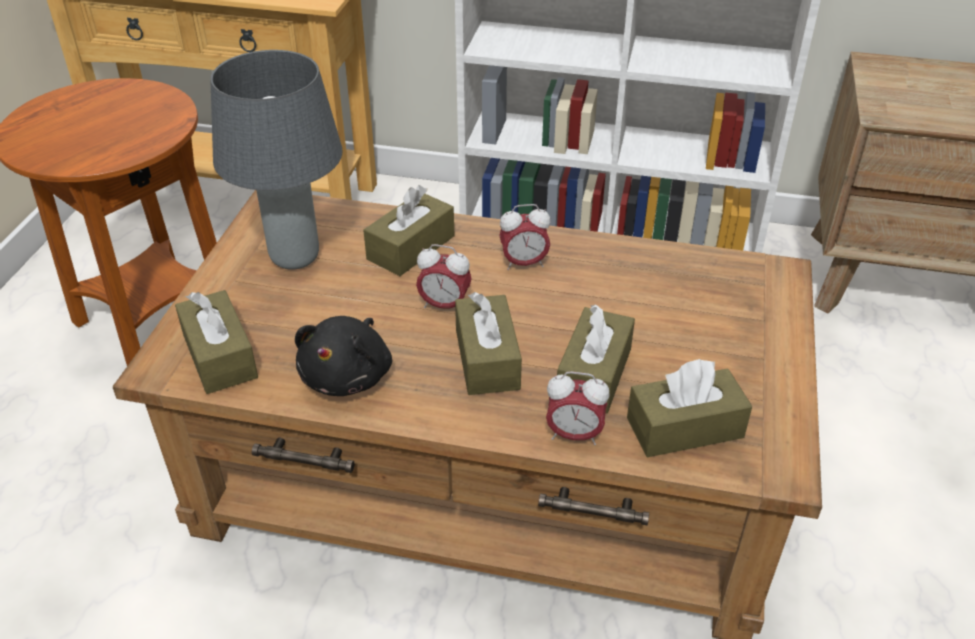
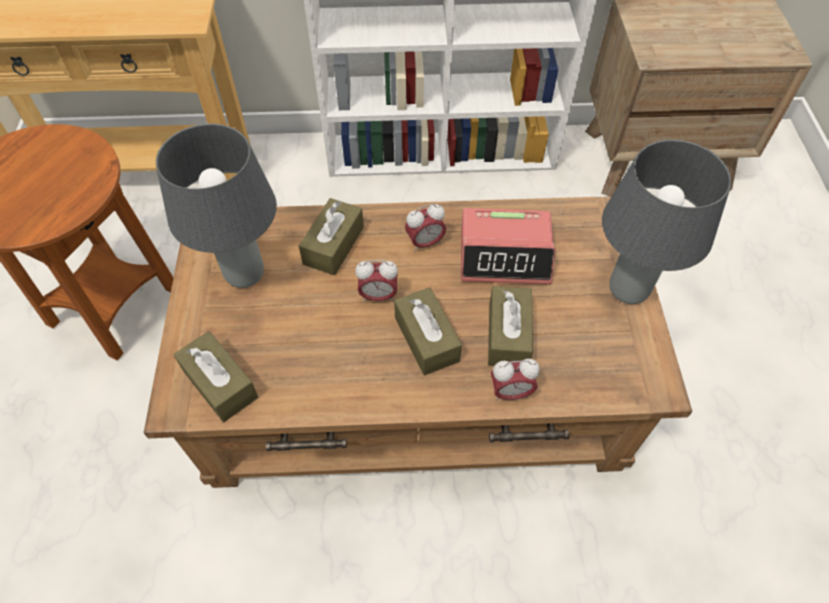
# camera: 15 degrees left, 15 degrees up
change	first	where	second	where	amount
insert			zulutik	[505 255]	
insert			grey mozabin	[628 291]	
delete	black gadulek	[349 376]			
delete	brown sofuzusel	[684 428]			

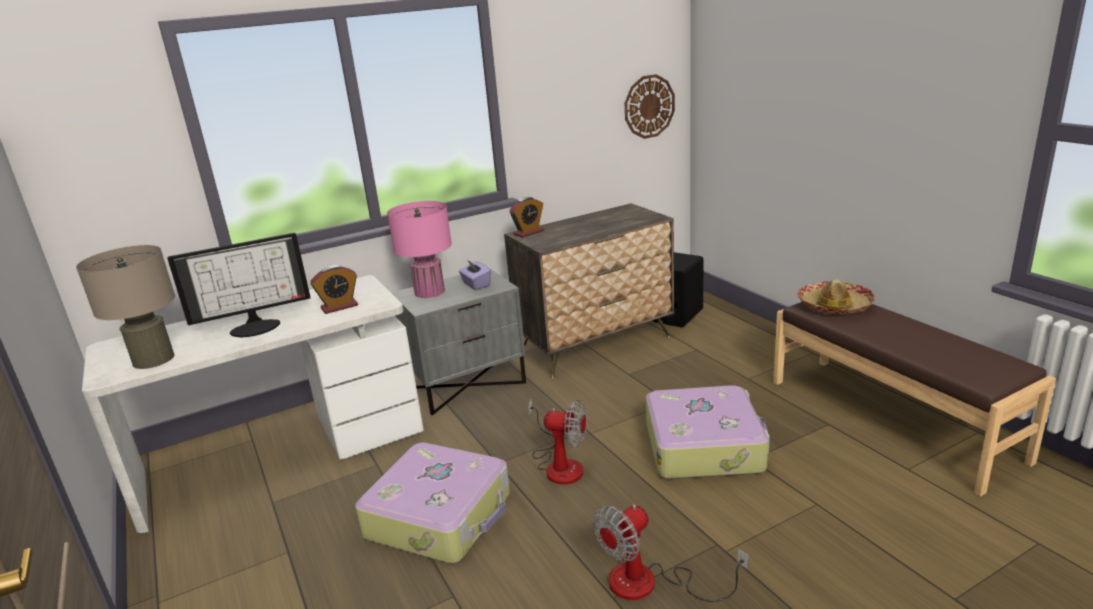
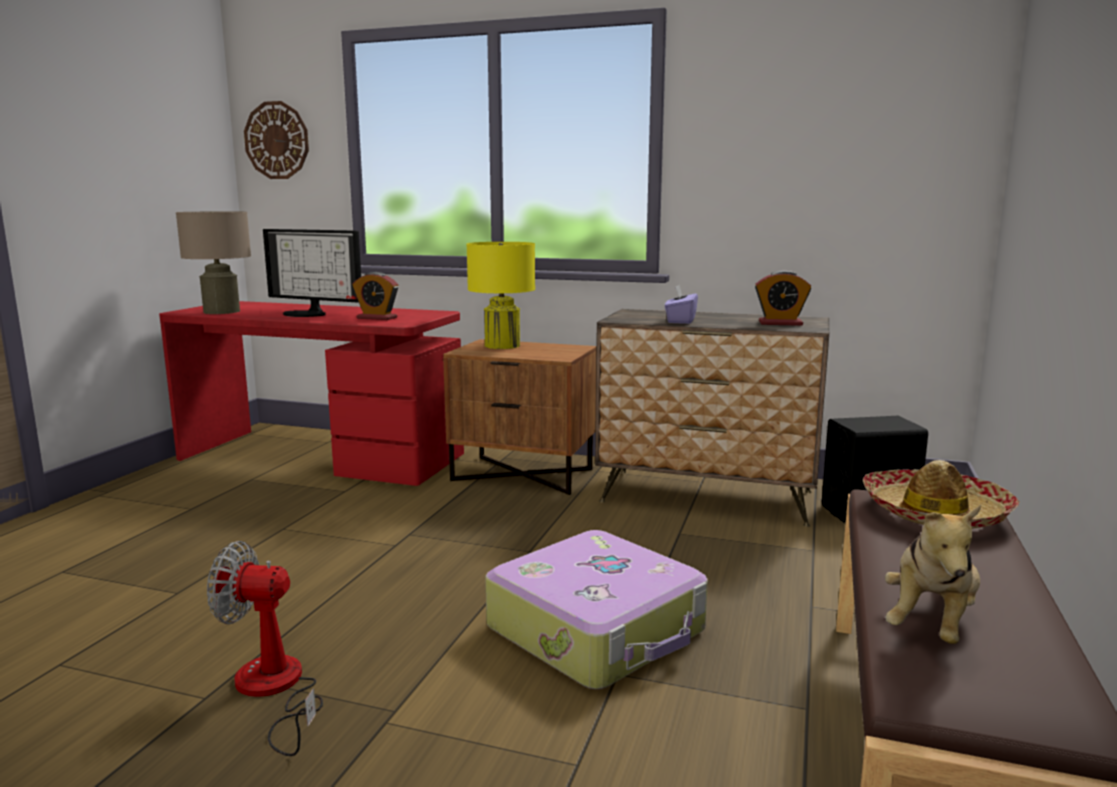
# camera: 45 degrees right, 10 degrees down
change	first	where	second	where	amount
recolor	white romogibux	[283 453]	red romogibux	[321 457]	
move	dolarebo	[649 106]		[277 140]	
recolor	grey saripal	[467 384]	brown saripal	[523 474]	
recolor	pink mozabin	[429 292]	yellow mozabin	[502 345]	
move	purple sofuzusel	[476 284]		[680 321]	
move	zulutik	[528 232]		[780 323]	
insert			gadulek	[931 624]	
delete	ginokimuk	[440 515]			
delete	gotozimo	[559 464]			

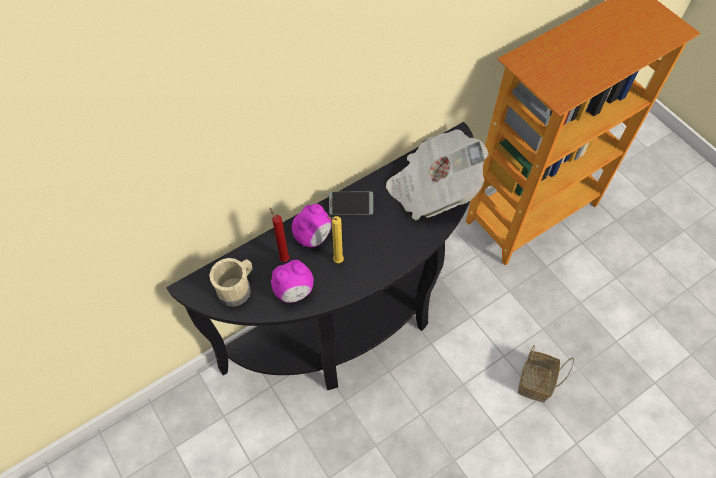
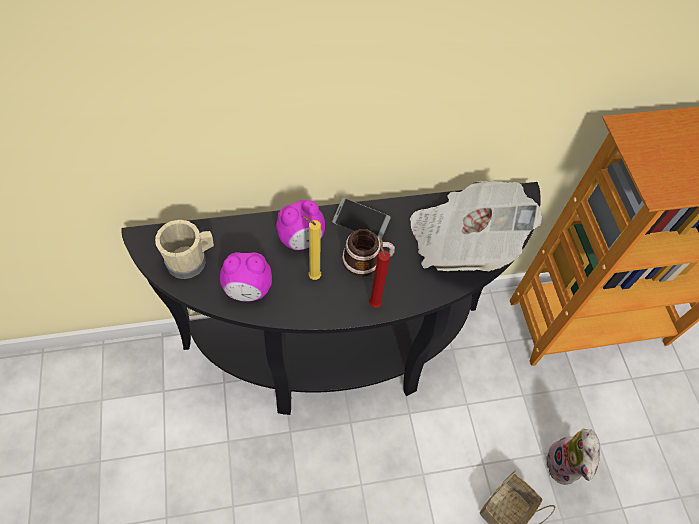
# camera: 20 degrees right, 0 degrees up
change	first	where	second	where	amount
insert			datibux	[367 261]	
move	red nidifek	[283 258]		[374 302]	
insert			gadulek	[564 465]	

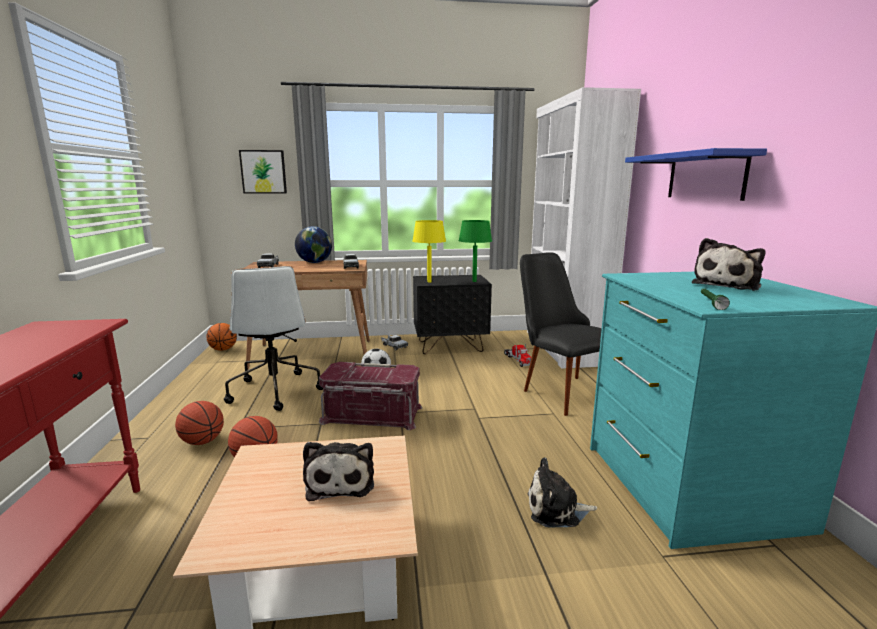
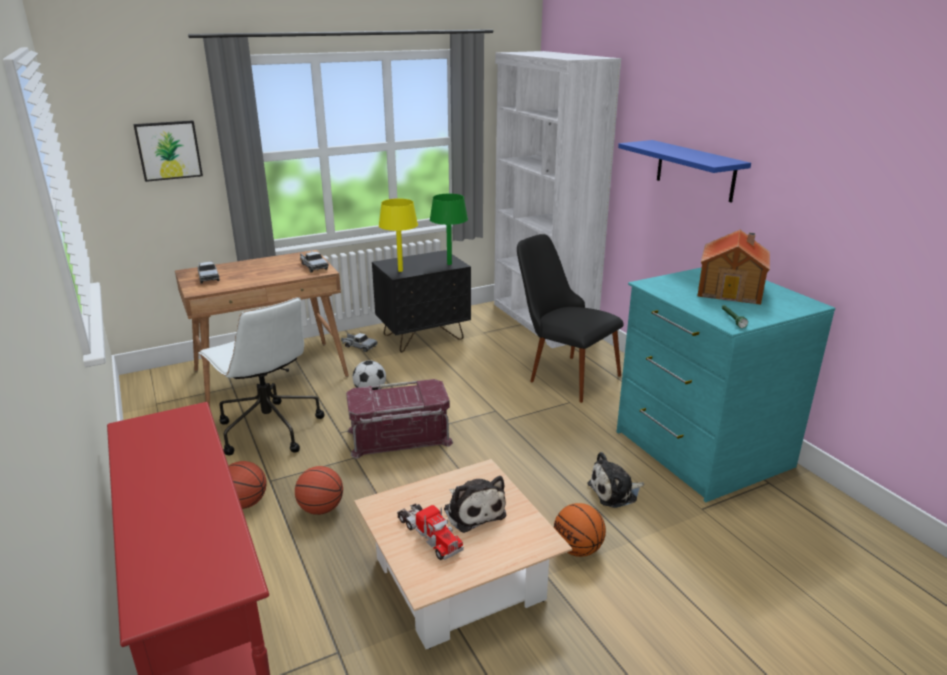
# camera: 20 degrees left, 10 degrees up
change	first	where	second	where	amount
move	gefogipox	[518 360]		[429 535]	
move	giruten	[223 349]		[578 549]	
replace	gadulek	[728 285]	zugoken	[731 289]	
delete	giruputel	[314 262]			

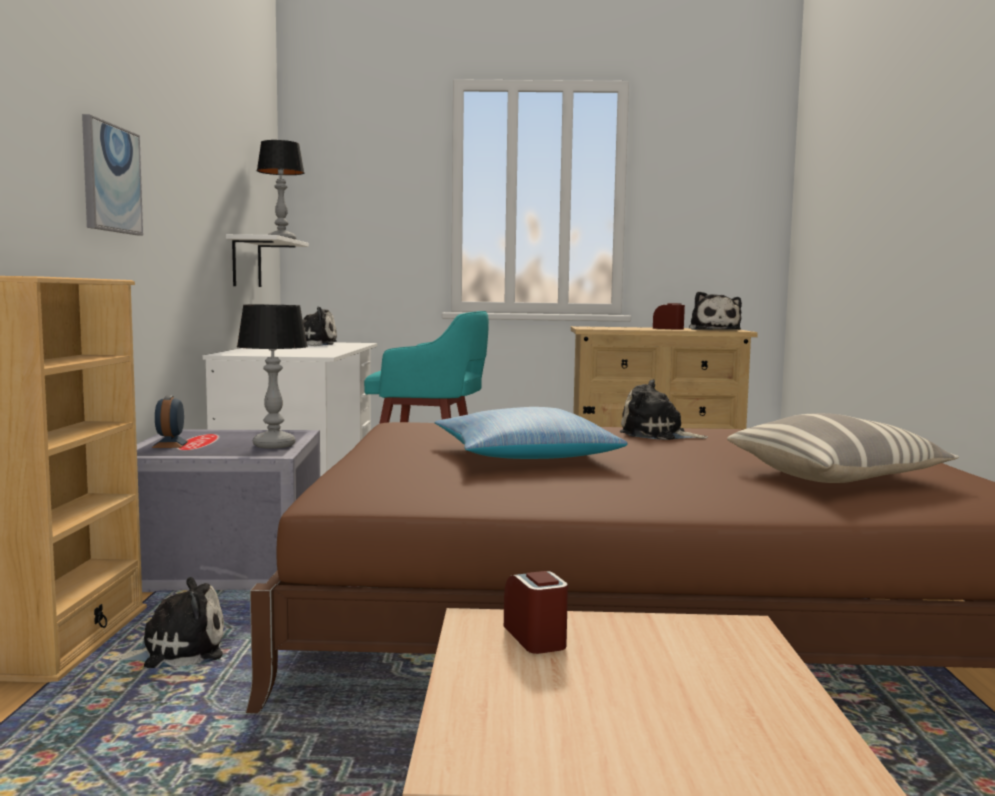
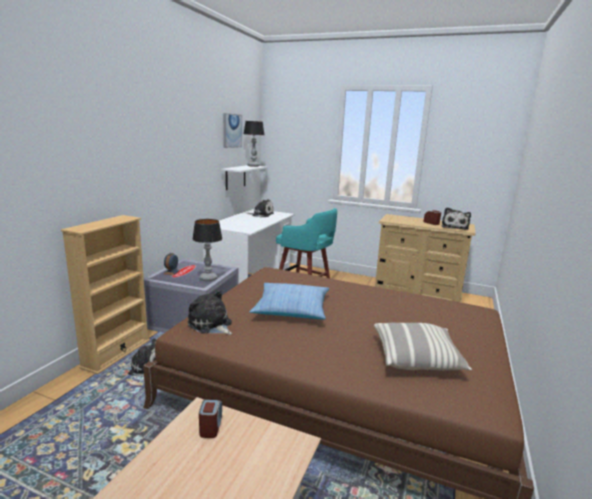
# camera: 20 degrees right, 10 degrees up
change	first	where	second	where	amount
move	gadulek	[657 435]		[211 325]	
move	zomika	[110 178]		[232 130]	

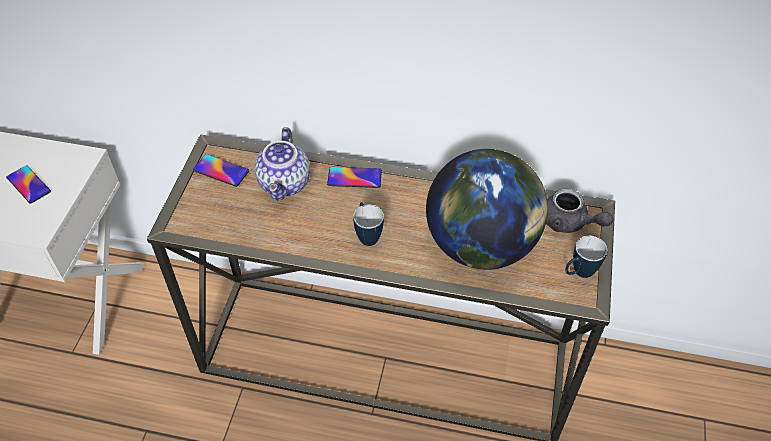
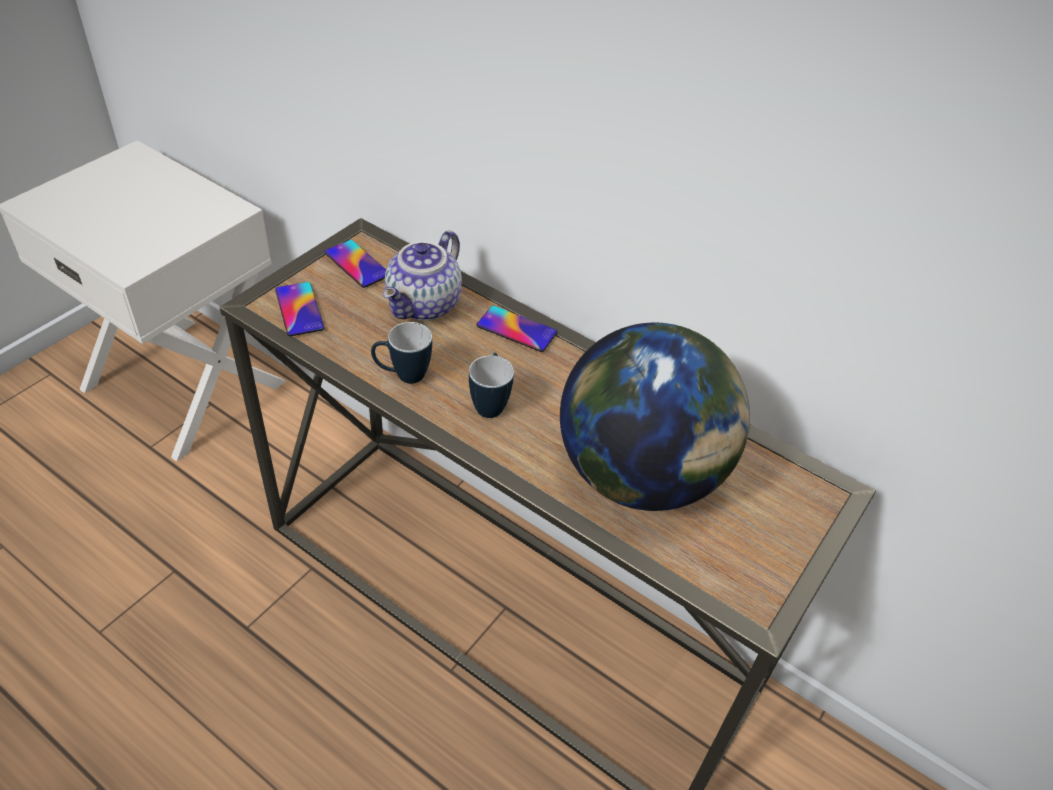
# camera: 20 degrees right, 5 degrees down
change	first	where	second	where	amount
move	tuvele	[28 184]		[299 309]	
move	datibux	[578 273]		[403 376]	
delete	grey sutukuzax	[569 223]			

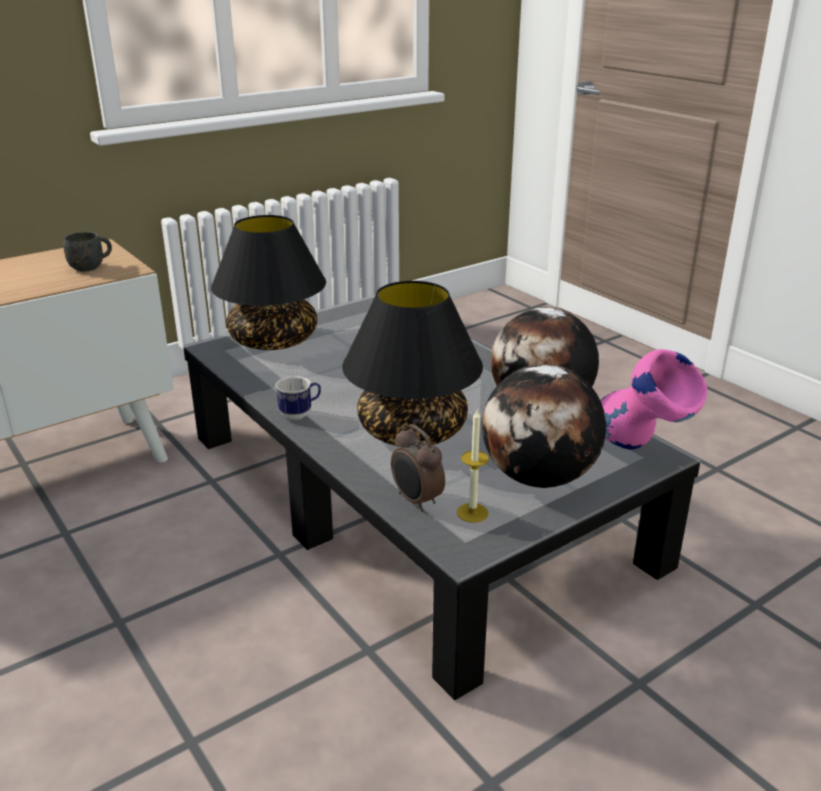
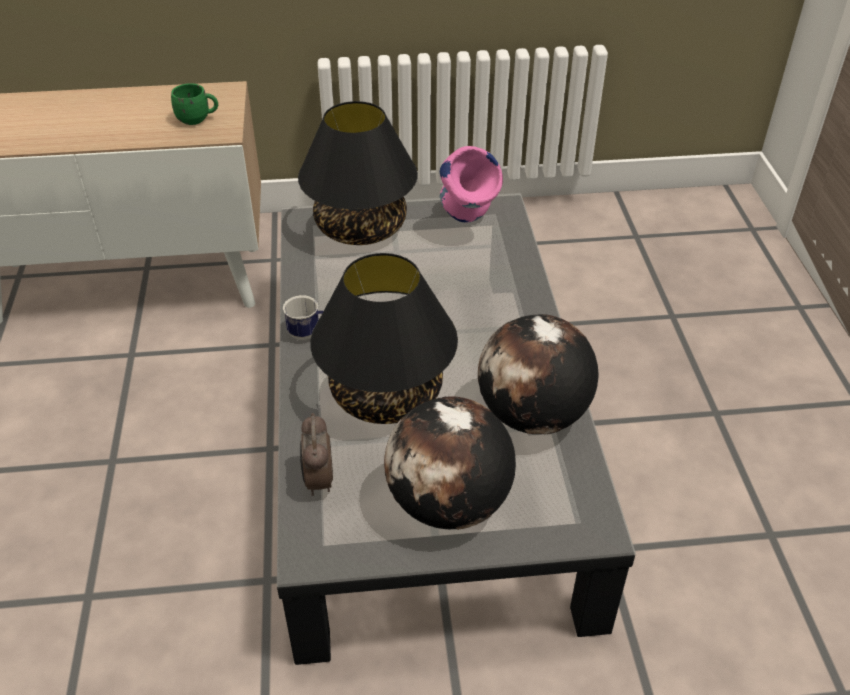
# camera: 30 degrees right, 15 degrees up
change	first	where	second	where	amount
recolor	grey datibux	[91 266]	green datibux	[198 119]	
move	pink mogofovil	[641 451]		[467 225]	
delete	nidifek	[472 513]			

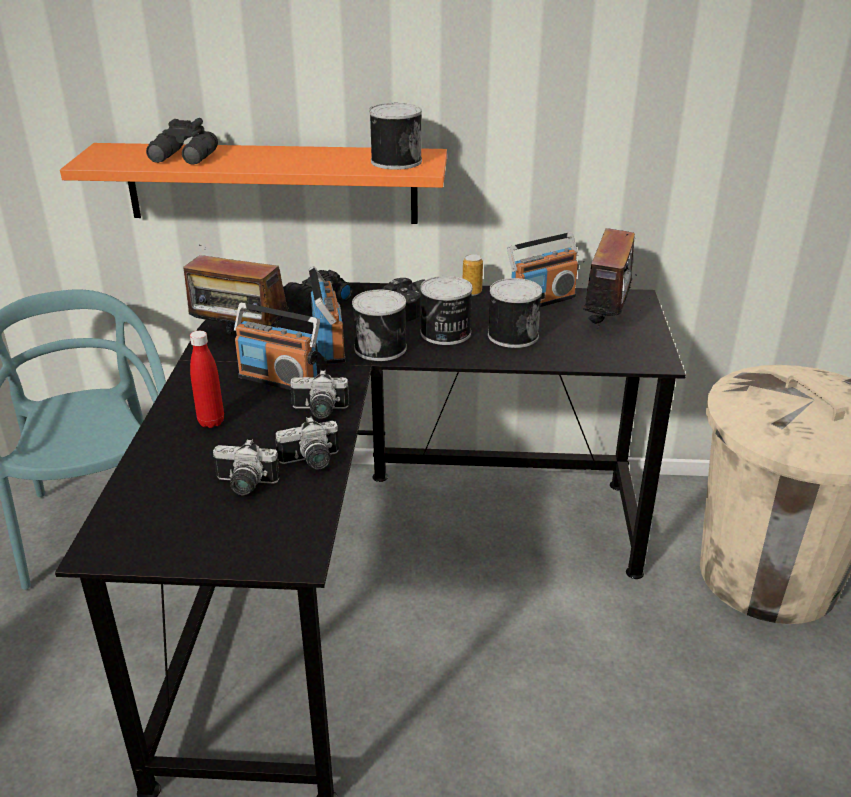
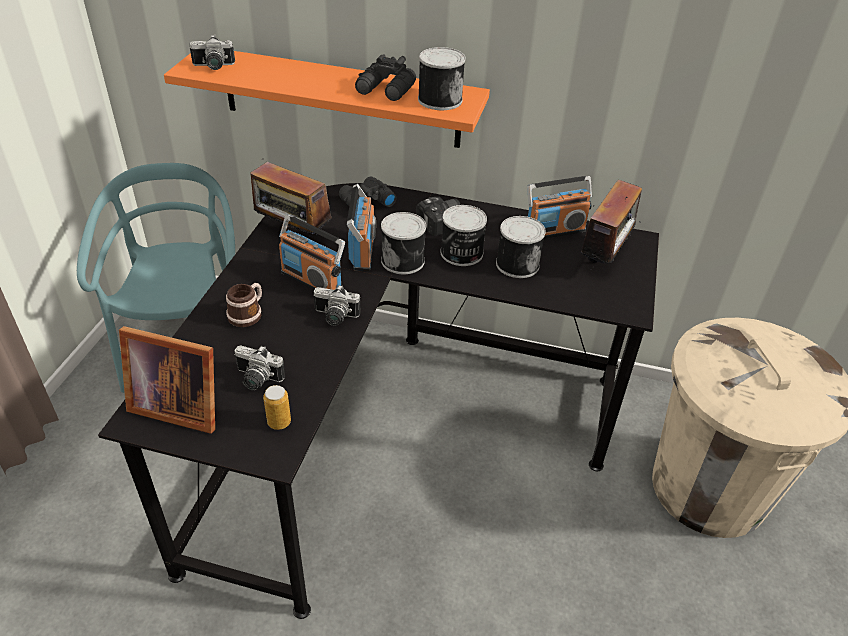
# camera: 10 degrees right, 10 degrees up
change	first	where	second	where	amount
insert			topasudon	[177 405]	
move	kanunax	[311 462]		[213 67]	
replace	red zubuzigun	[211 422]	datibux	[248 314]	
move	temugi	[472 292]		[279 422]	
move	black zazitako	[184 157]		[386 90]	

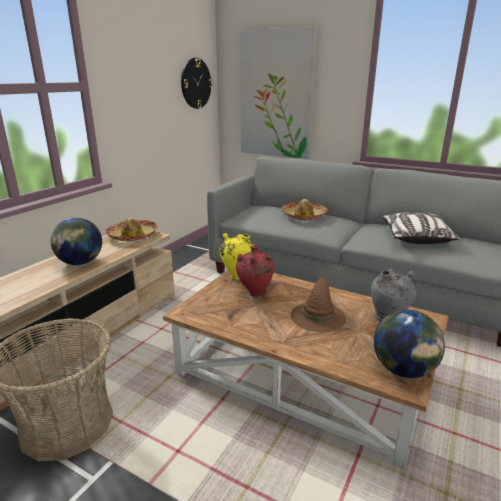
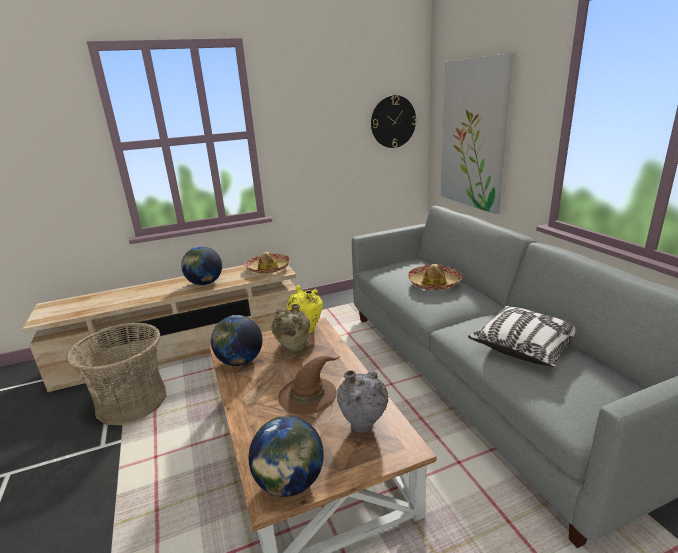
# camera: 40 degrees right, 0 degrees up
change	first	where	second	where	amount
insert			giruputel	[240 361]	
recolor	red mogofovil	[255 294]	beige mogofovil	[294 351]	

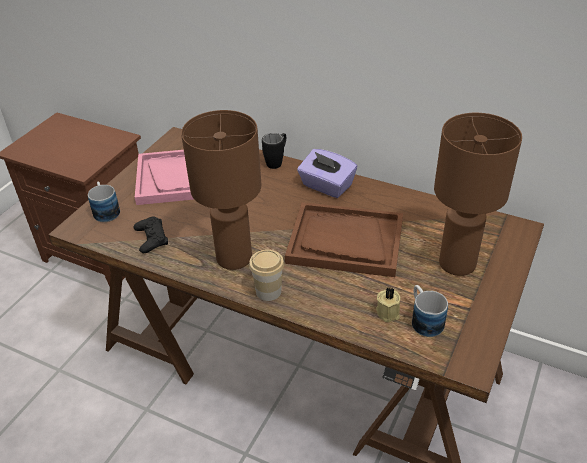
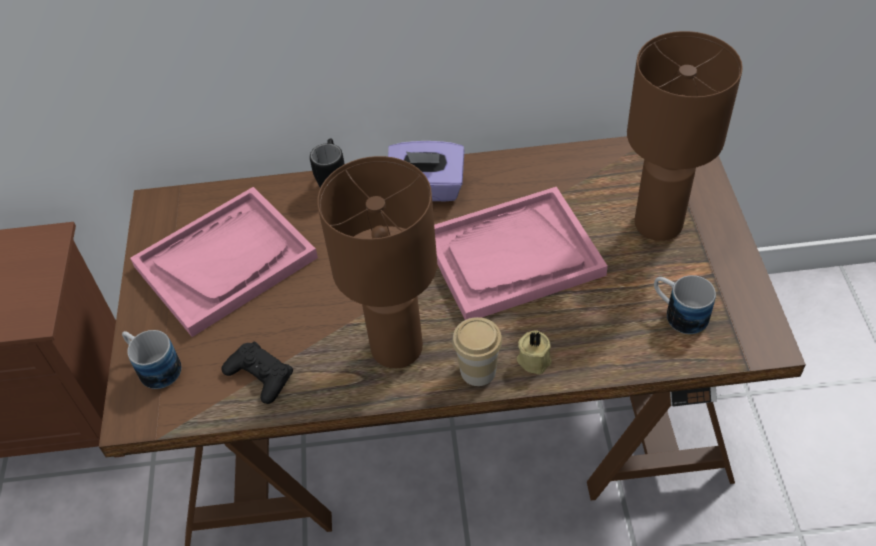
# camera: 30 degrees left, 10 degrees up
change	first	where	second	where	amount
recolor	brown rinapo	[345 241]	pink rinapo	[512 256]	
move	beige nidifek	[388 312]		[534 359]	

